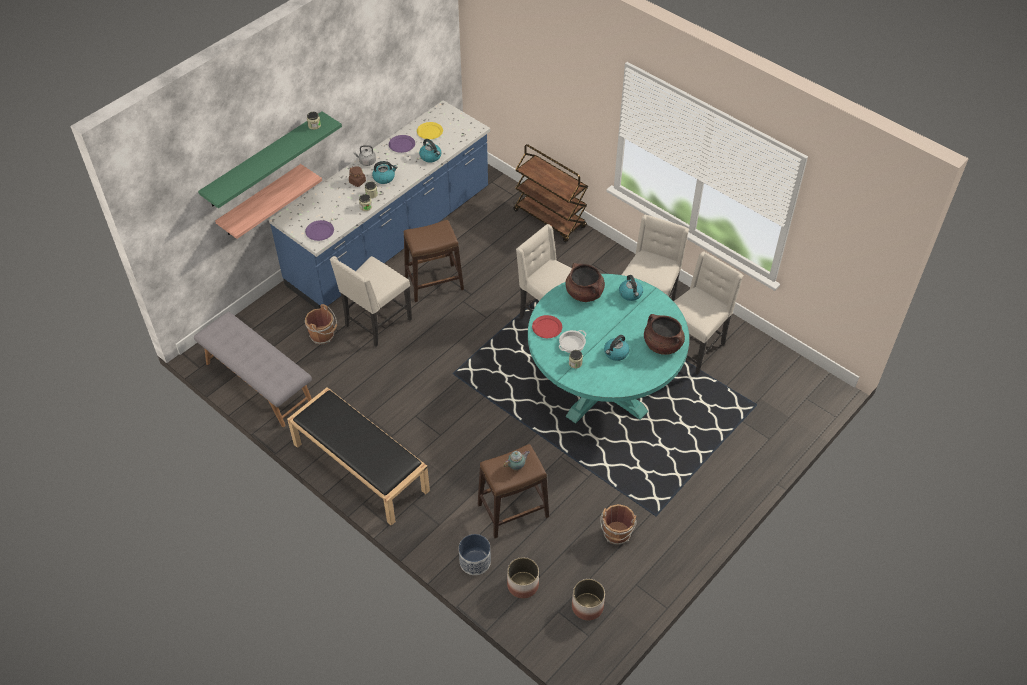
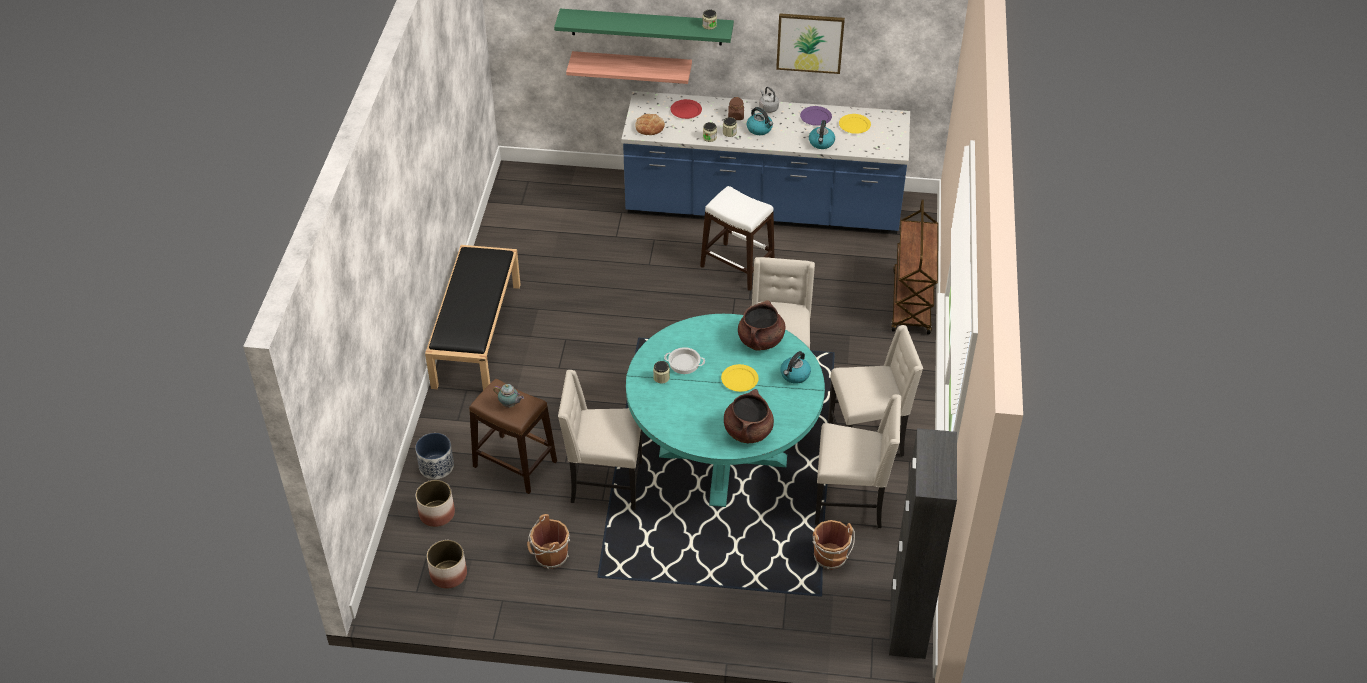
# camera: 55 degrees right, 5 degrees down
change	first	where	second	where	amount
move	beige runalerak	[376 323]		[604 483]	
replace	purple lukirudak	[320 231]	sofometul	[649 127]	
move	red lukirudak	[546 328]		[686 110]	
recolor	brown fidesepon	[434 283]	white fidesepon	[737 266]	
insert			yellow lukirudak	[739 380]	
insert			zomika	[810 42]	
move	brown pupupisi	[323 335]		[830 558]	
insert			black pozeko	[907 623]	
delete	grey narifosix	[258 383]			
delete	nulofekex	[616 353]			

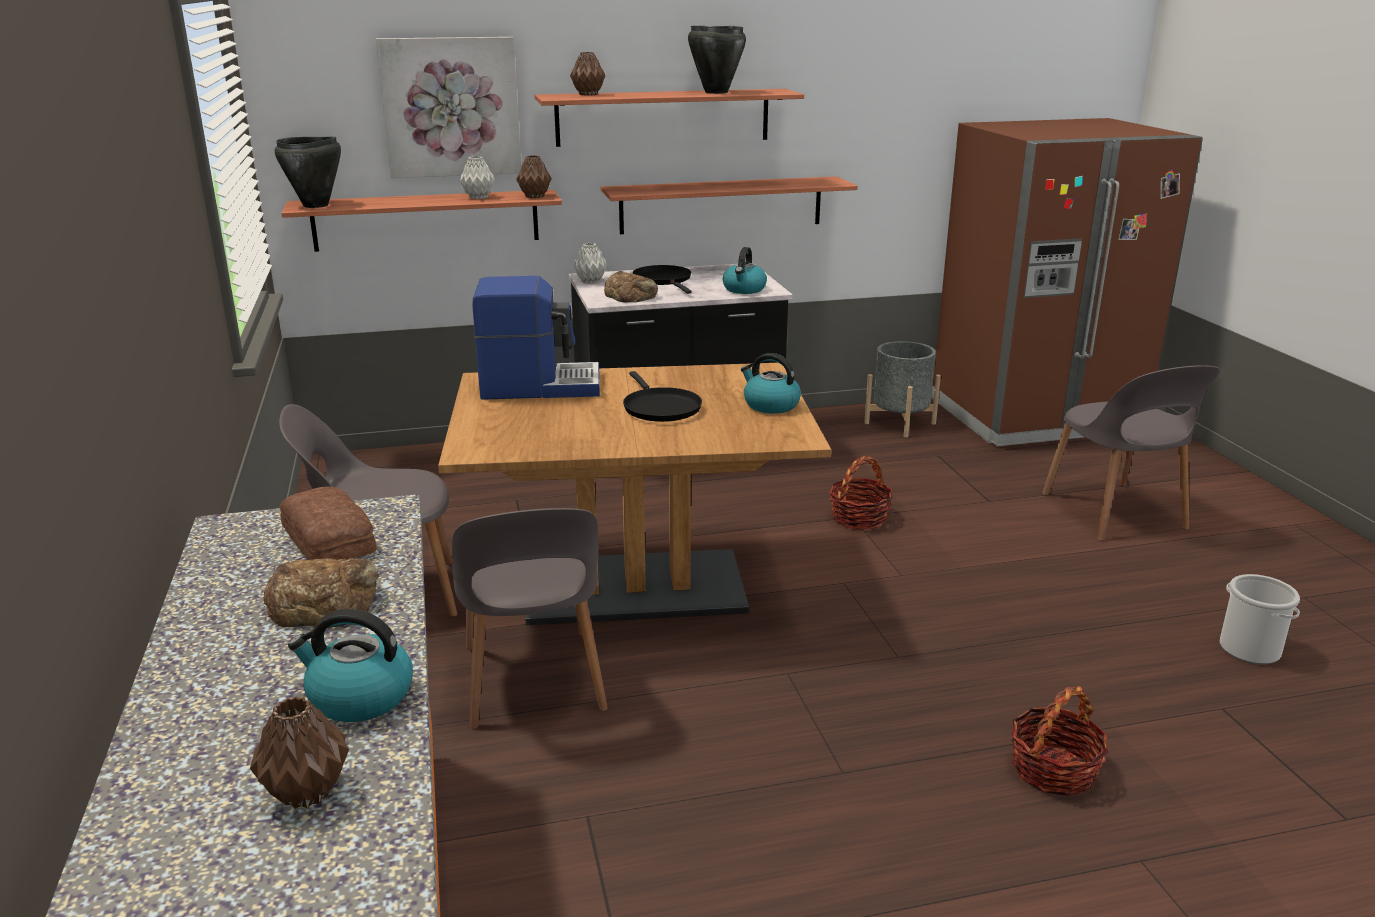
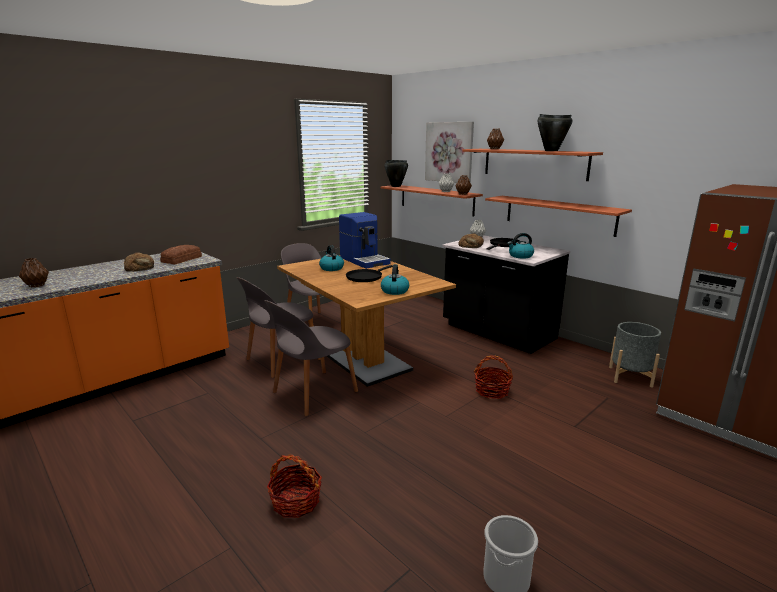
# camera: 60 degrees right, 5 degrees down
change	first	where	second	where	amount
move	grey runalerak	[1115 513]		[313 393]	
move	nulofekex	[359 697]		[331 268]	

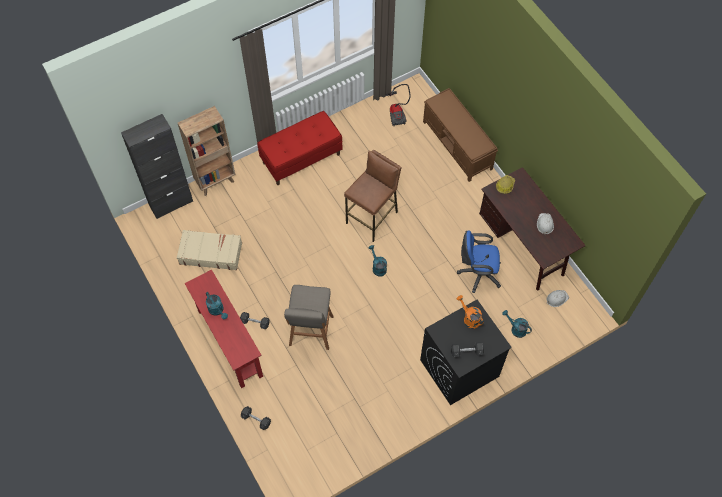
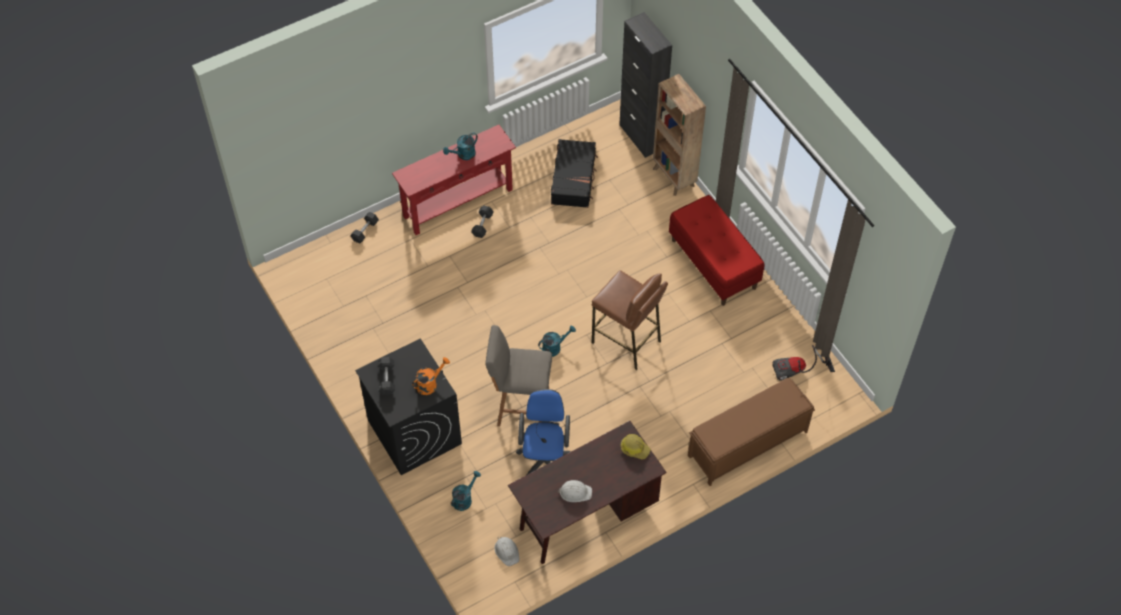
# camera: 90 degrees right, 5 degrees down
change	first	where	second	where	amount
move	grey fidesepon	[311 332]		[520 406]	
recolor	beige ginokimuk	[210 253]	black ginokimuk	[574 178]	

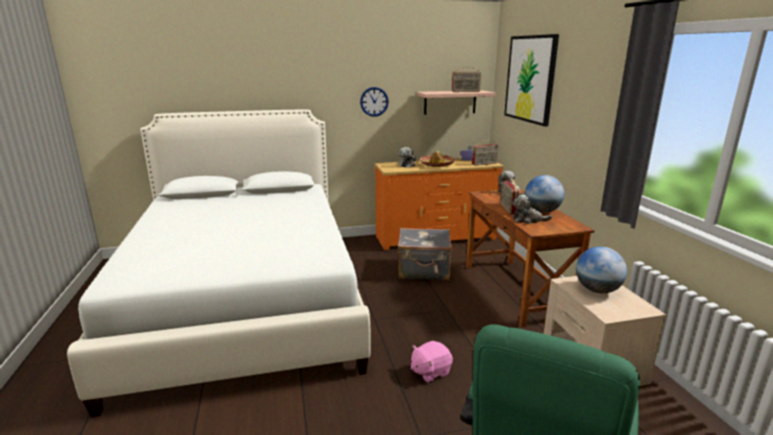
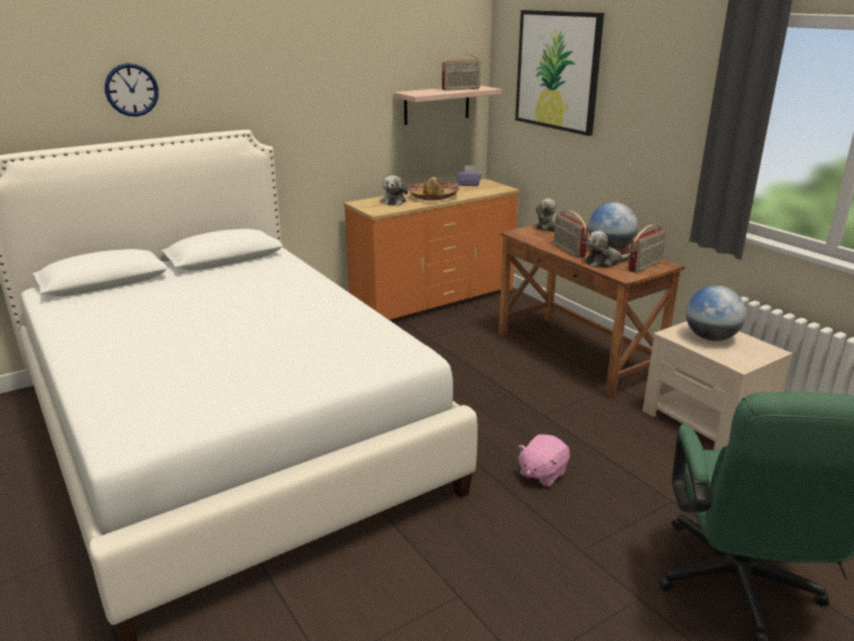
# camera: 20 degrees left, 5 degrees up
change	first	where	second	where	amount
move	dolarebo	[374 101]		[131 90]	
move	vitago	[485 164]		[645 266]	
delete	grey ginokimuk	[424 271]			

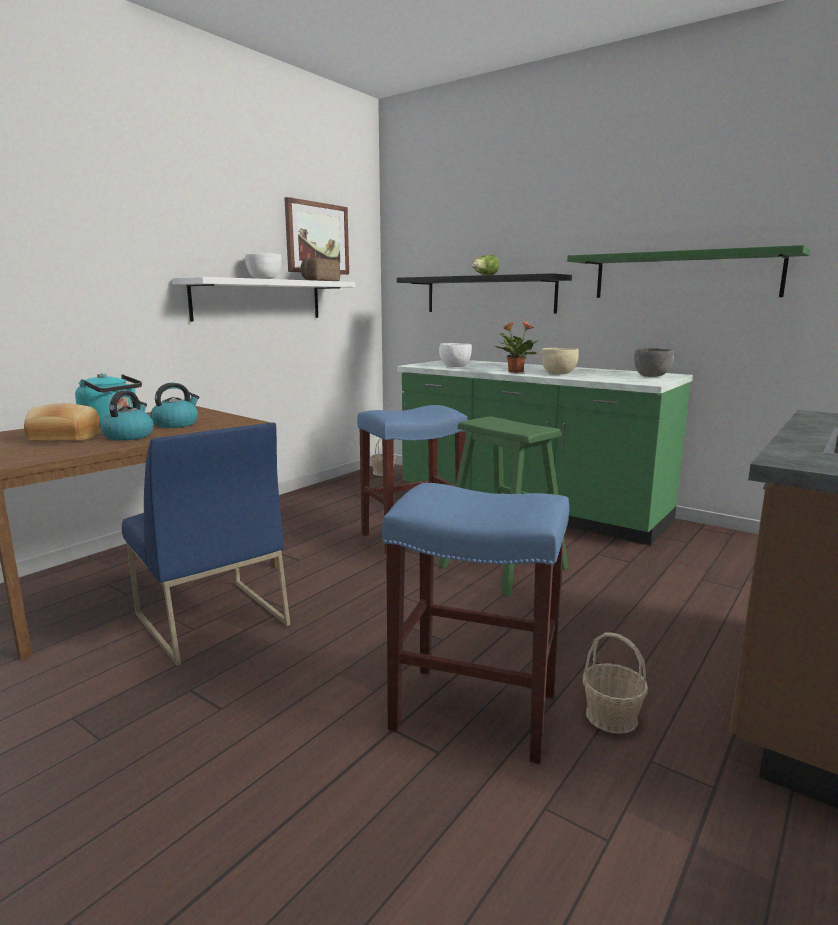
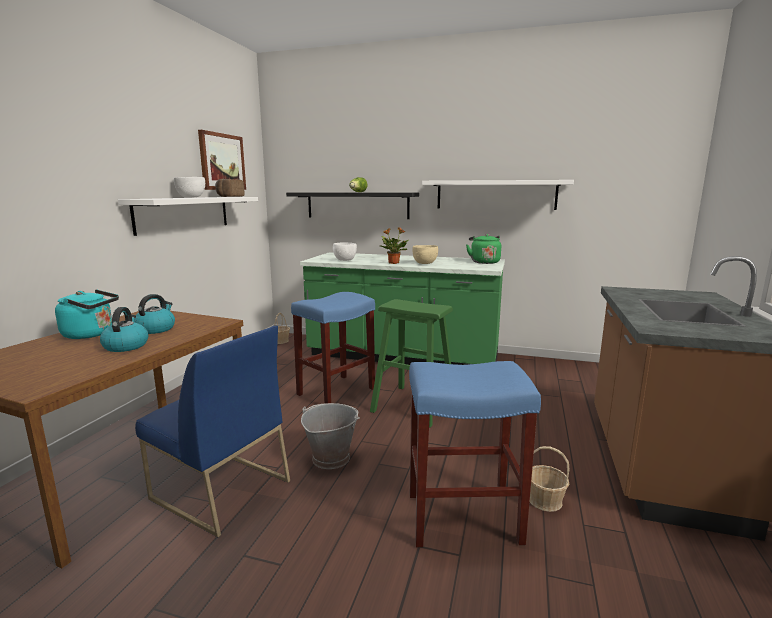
# camera: 20 degrees left, 0 degrees up
change	first	where	second	where	amount
insert			grey pupupisi	[330 457]	
recolor	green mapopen	[684 275]	white mapopen	[495 195]	
replace	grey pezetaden	[652 376]	green nulofekex	[484 262]	
delete	sofometul	[64 438]			

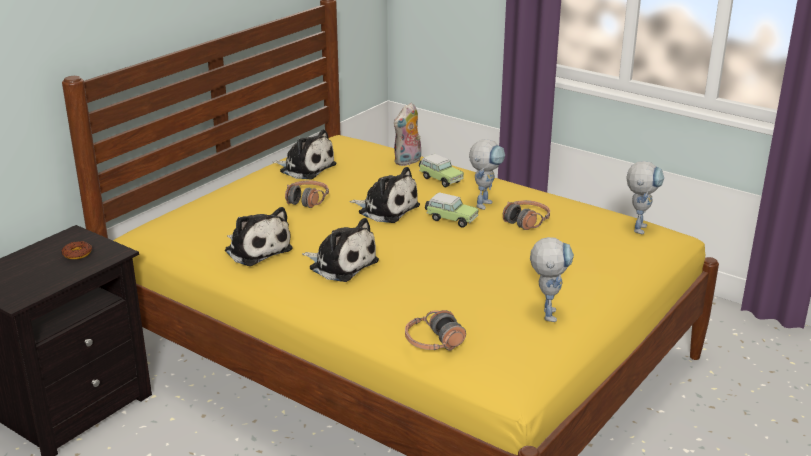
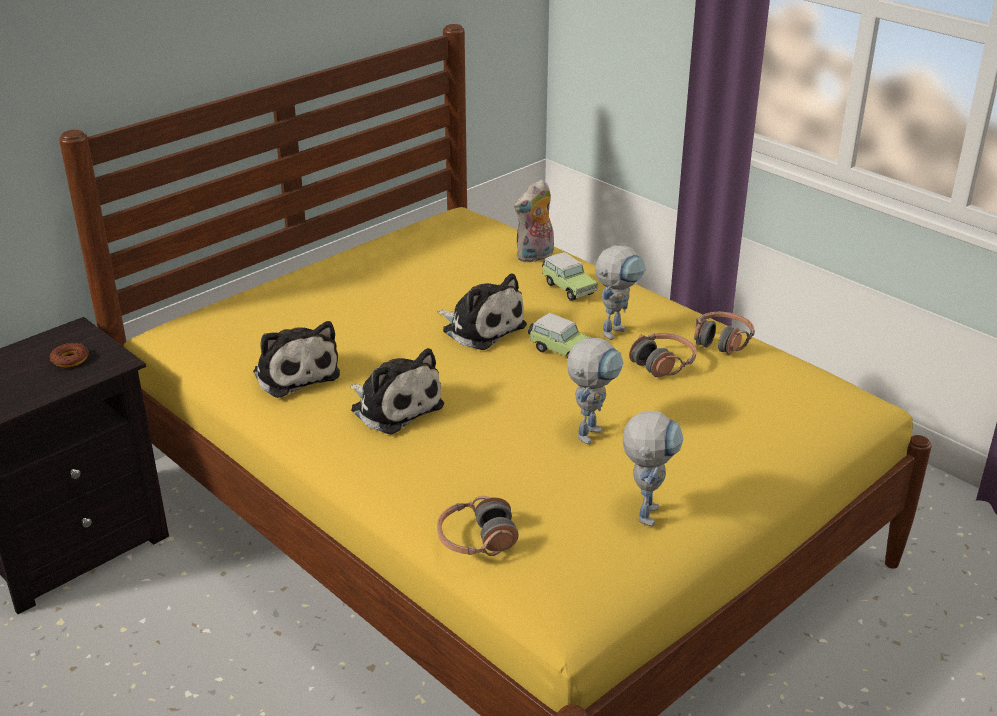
# camera: 10 degrees right, 5 degrees up
change	first	where	second	where	amount
move	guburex	[639 226]		[591 430]	
move	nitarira	[307 200]		[722 341]	
delete	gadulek	[305 168]			

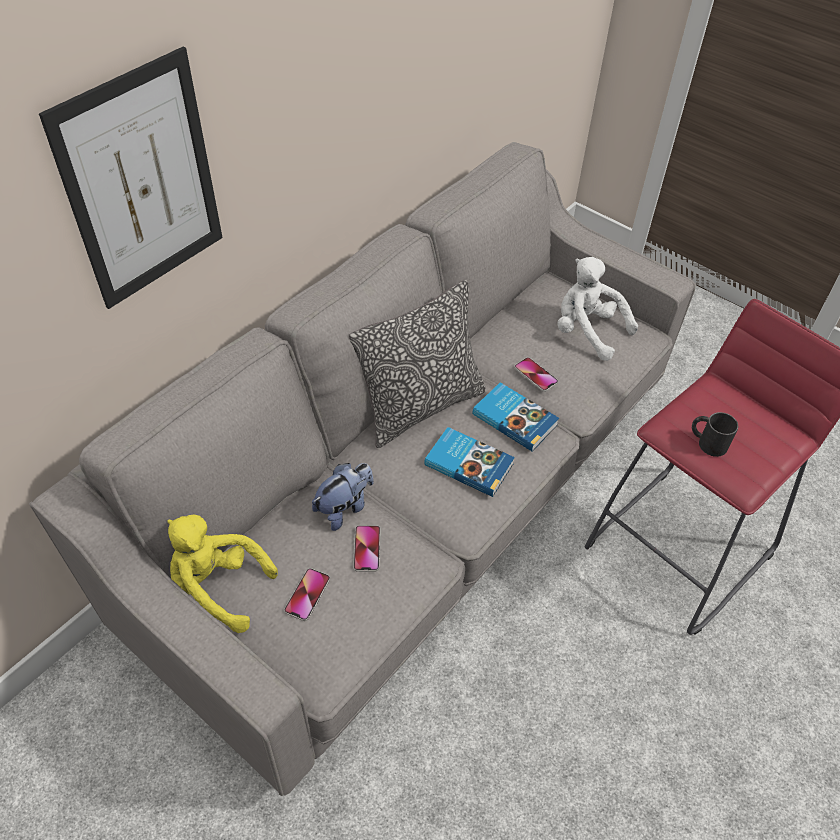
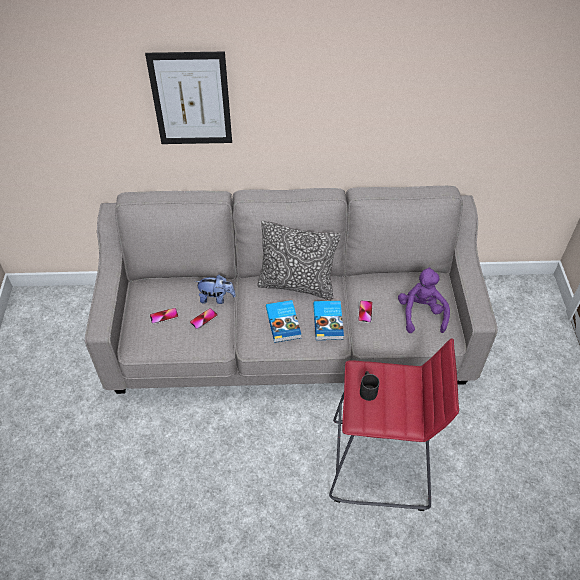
# camera: 50 degrees right, 0 degrees up
change	first	where	second	where	amount
recolor	white gadulek	[587 331]	purple gadulek	[421 313]	
delete	yellow gadulek	[217 589]			

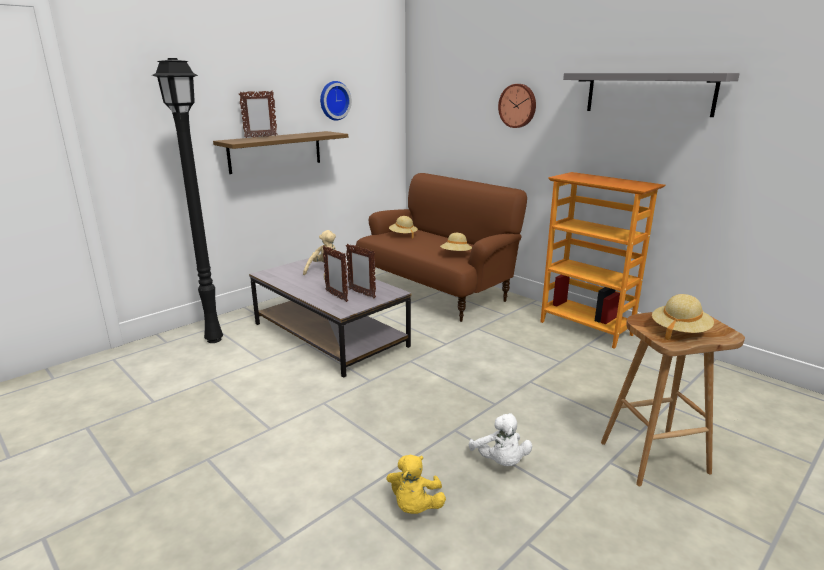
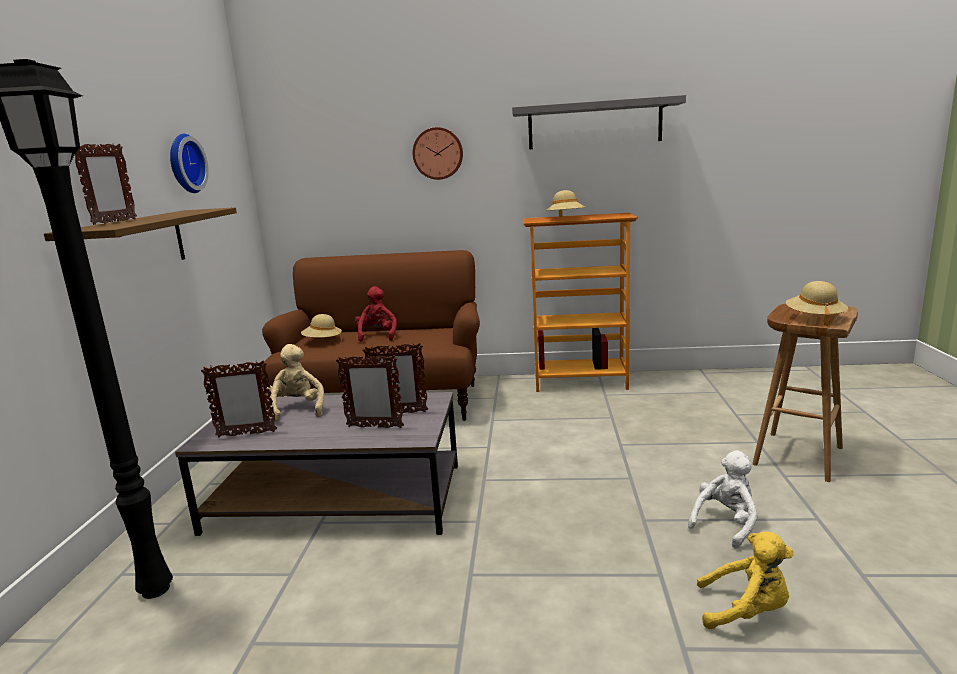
# camera: 40 degrees left, 5 degrees down
change	first	where	second	where	amount
insert			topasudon	[246 434]	
insert			red gadulek	[377 336]	
move	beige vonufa	[456 254]		[566 219]	
rotate	white gadulek	[500 462]		[726 524]	75 degrees counterclockwise
rotate	yellow gadulek	[414 506]		[746 611]	45 degrees counterclockwise

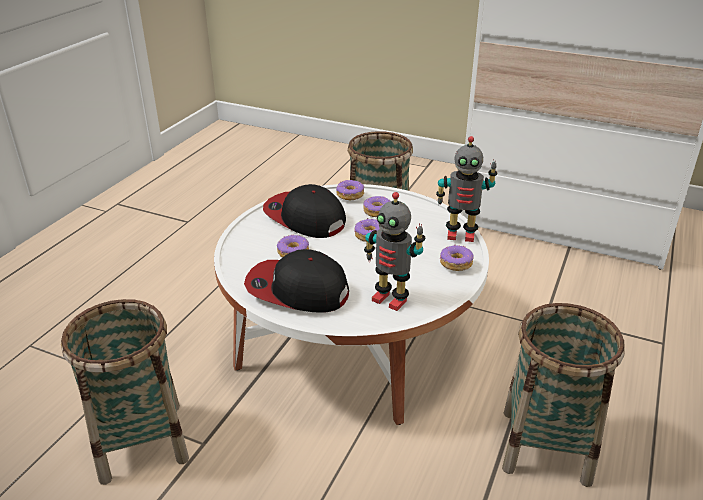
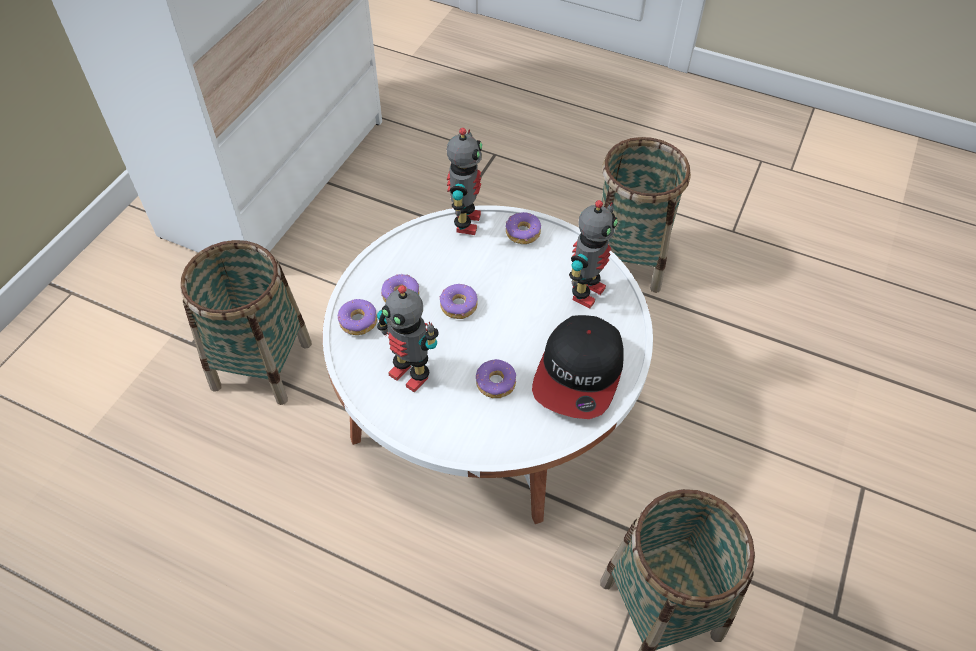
# camera: 90 degrees left, 20 degrees up
change	first	where	second	where	amount
replace	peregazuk	[304 218]	guburex	[410 374]	

